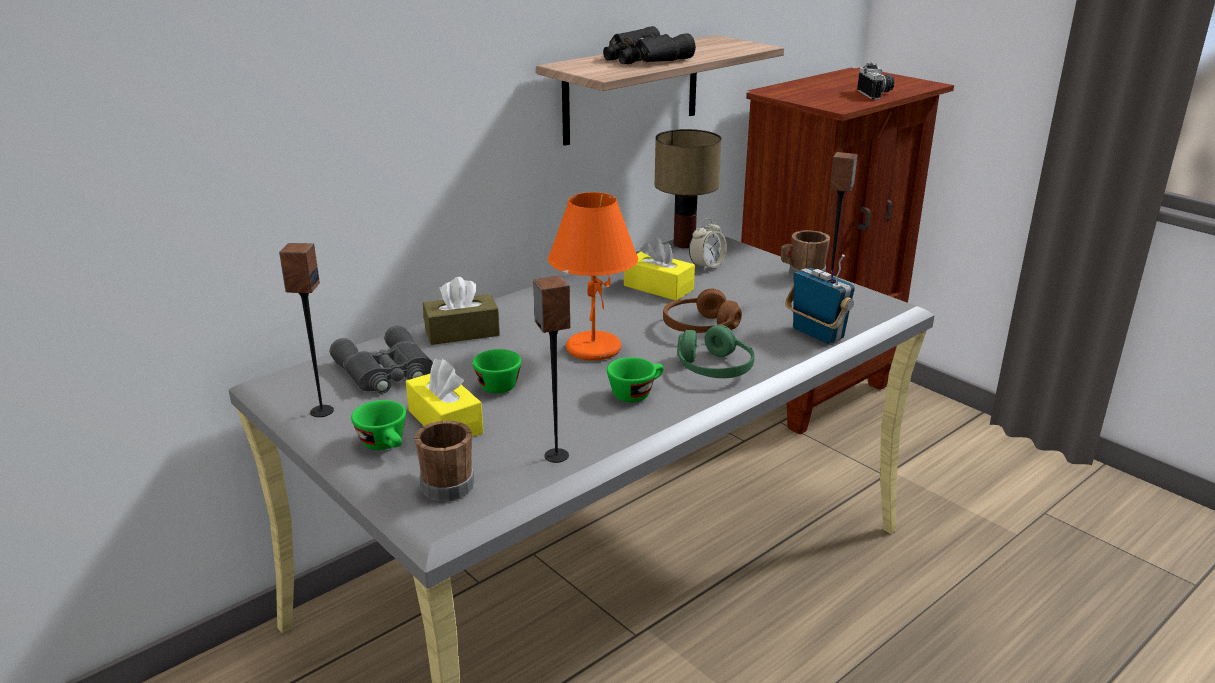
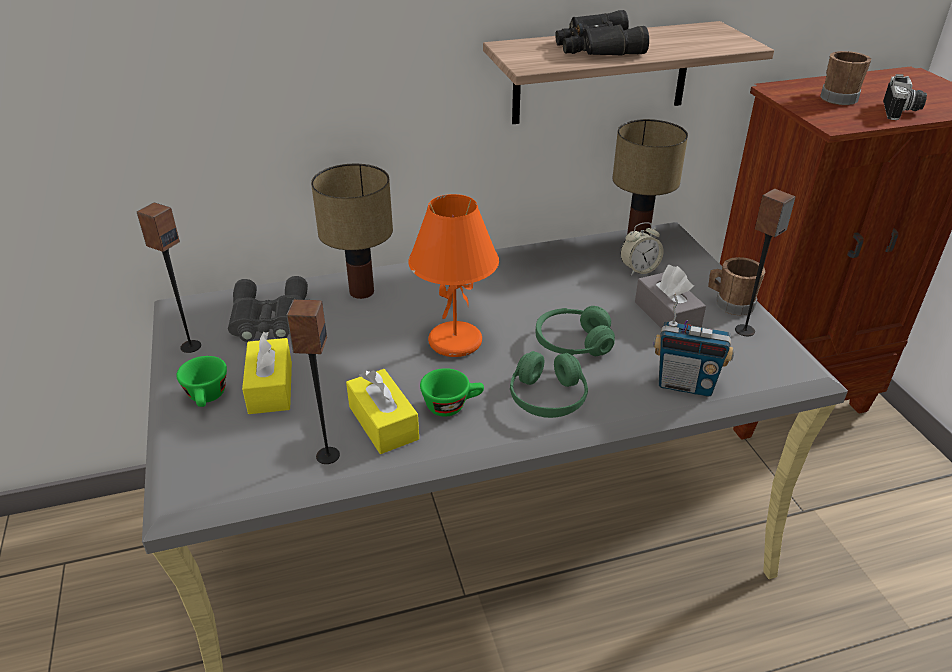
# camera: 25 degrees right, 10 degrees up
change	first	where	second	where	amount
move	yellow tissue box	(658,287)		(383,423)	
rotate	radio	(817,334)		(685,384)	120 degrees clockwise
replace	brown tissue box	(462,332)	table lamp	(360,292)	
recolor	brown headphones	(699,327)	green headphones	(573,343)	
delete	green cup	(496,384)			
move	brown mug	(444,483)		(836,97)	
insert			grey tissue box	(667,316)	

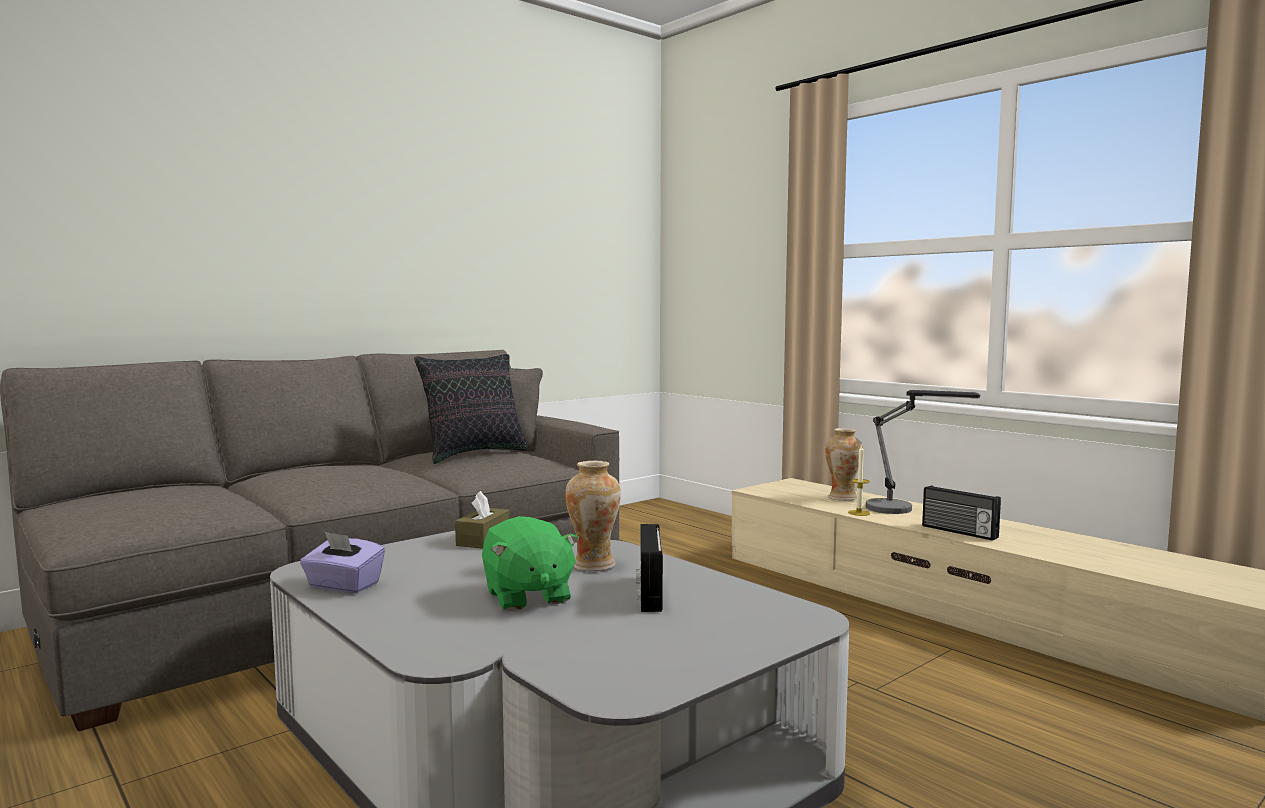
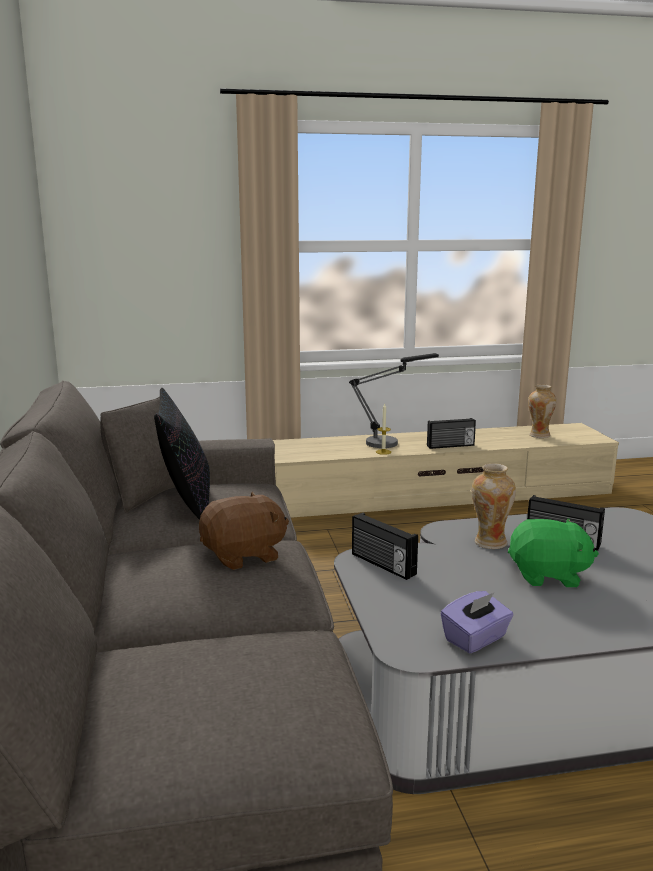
# camera: 60 degrees left, 10 degrees up
change	first	where	second	where	amount
move	vase	(842,498)		(539,435)	
replace	brown tissue box	(483,539)	radio	(382,564)	
insert			brown plush toy	(244,556)	

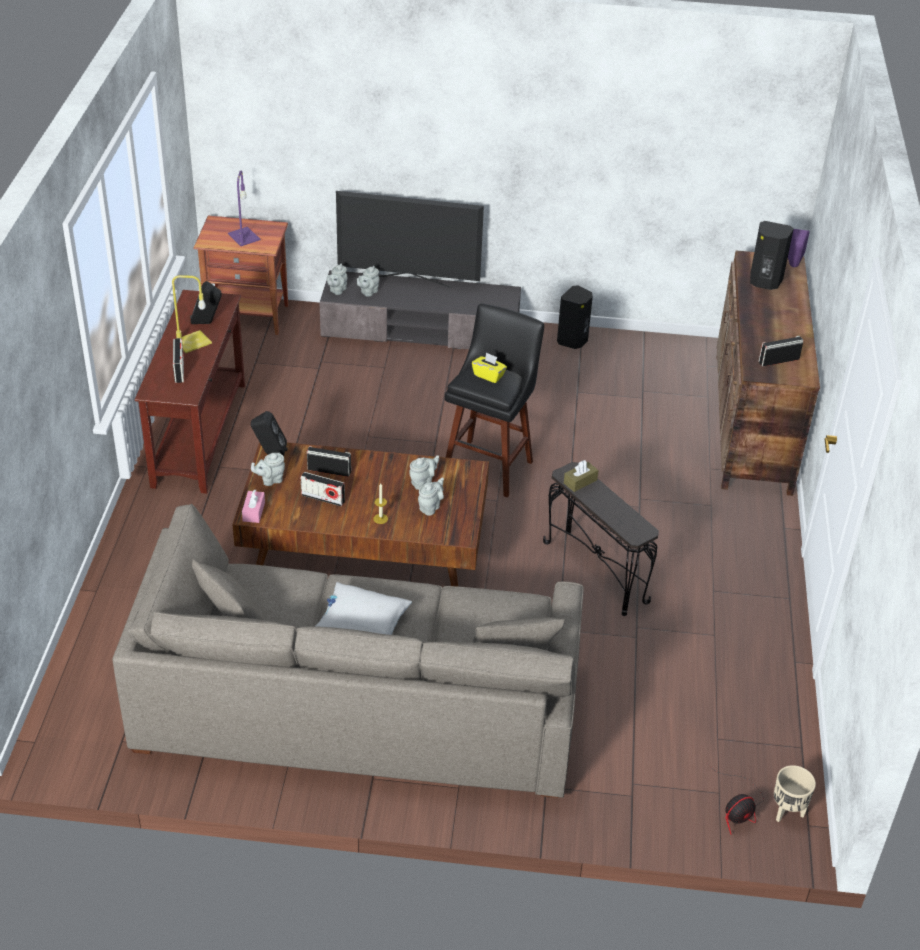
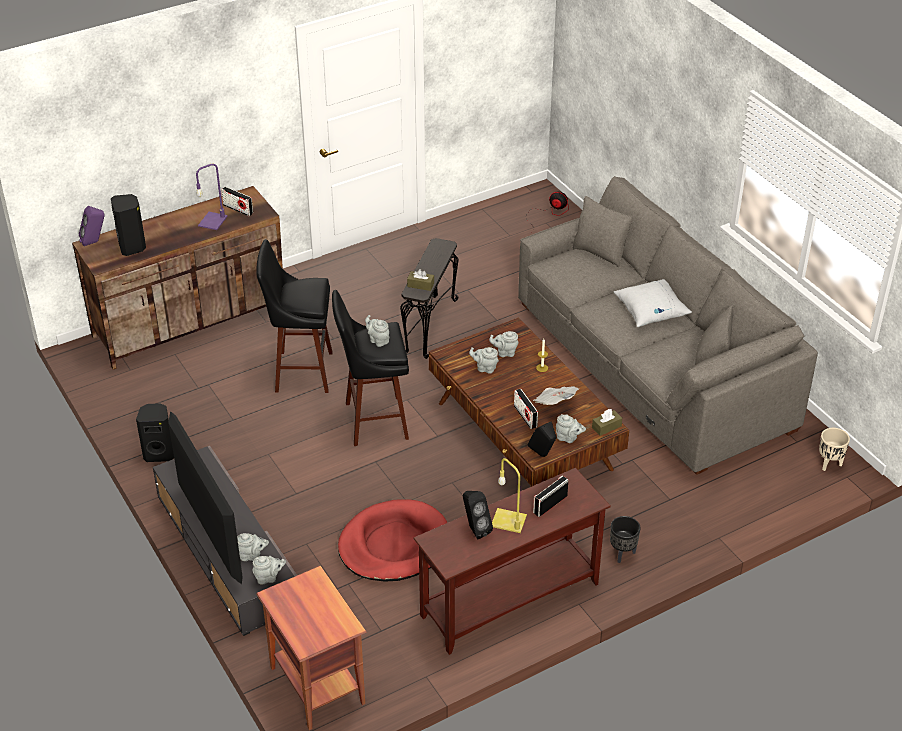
# camera: 125 degrees left, 0 degrees up
change	first	where	second	where	amount
move	purple table lamp	(244,237)		(212,220)	
replace	yellow tissue box	(488,375)	grey teapot	(378,340)	
replace	radio	(323,498)	newspaper	(555,403)	
recolor	pink tissue box	(253,511)	brown tissue box	(606,427)	
move	beige planter	(786,812)		(829,464)	
insert			black stool	(300,371)	
insert			red dog bed	(394,545)	
insert			black planter	(622,554)	

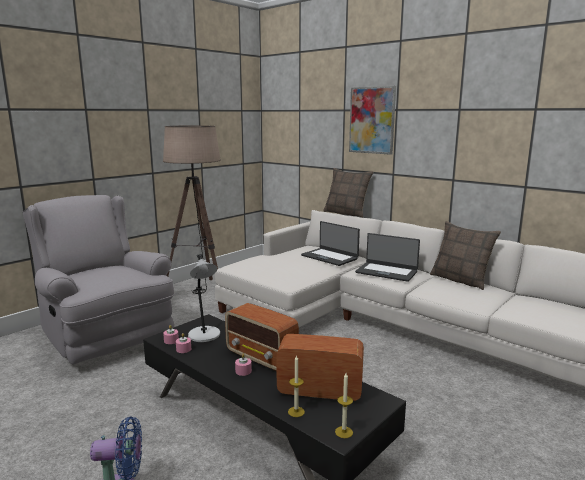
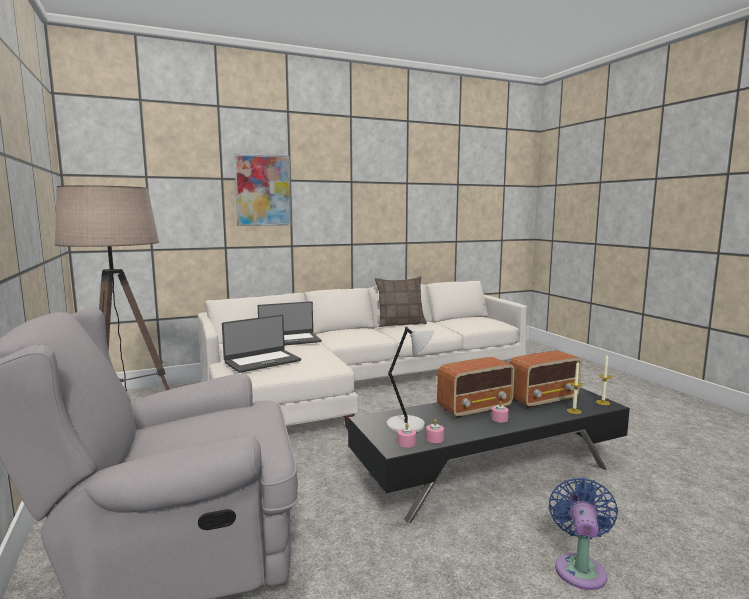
# camera: 65 degrees left, 5 degrees down
change	first	where	second	where	amount
delete	pillow	(346,213)			
move	laptop	(386,272)		(262,361)	
rotate	radio	(319,390)		(543,399)	150 degrees counterclockwise

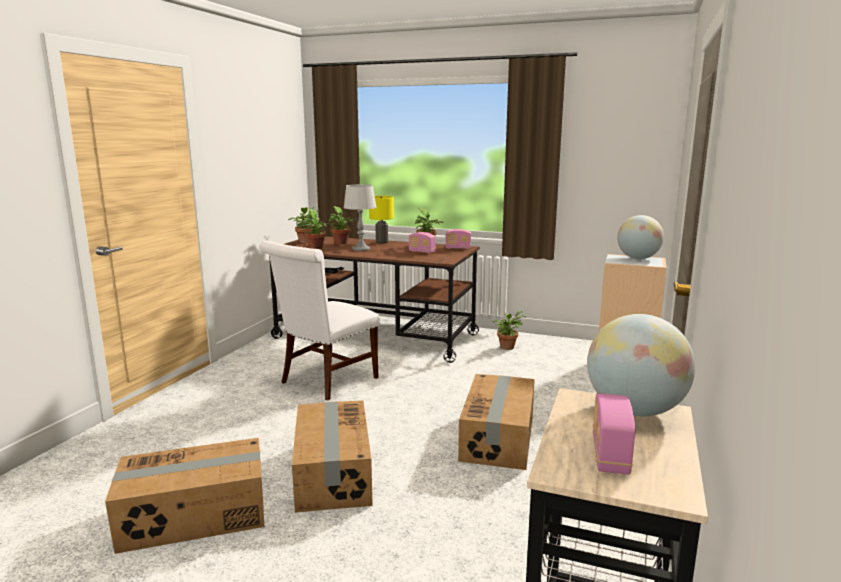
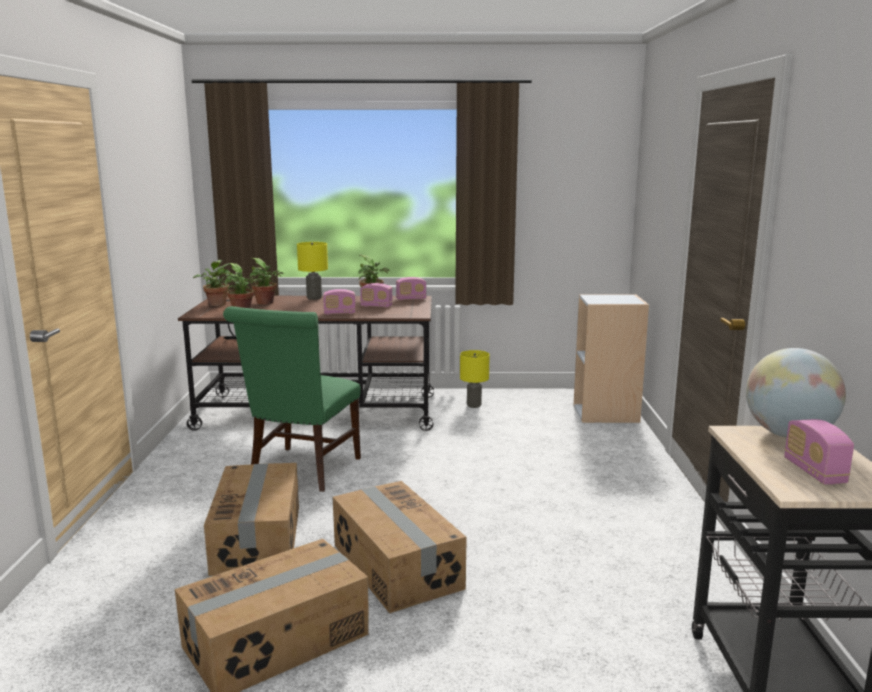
# camera: 20 degrees left, 0 degrees up
change	first	where	second	where	amount
delete	grey table lamp	(361,249)			
delete	globe	(638,258)			
recolor	white chair	(325,382)	green chair	(302,471)	
replace	potted plant	(507,347)	yellow table lamp	(474,406)	
move	cardboard box	(499,437)		(258,538)	
insert			radio	(339,313)	

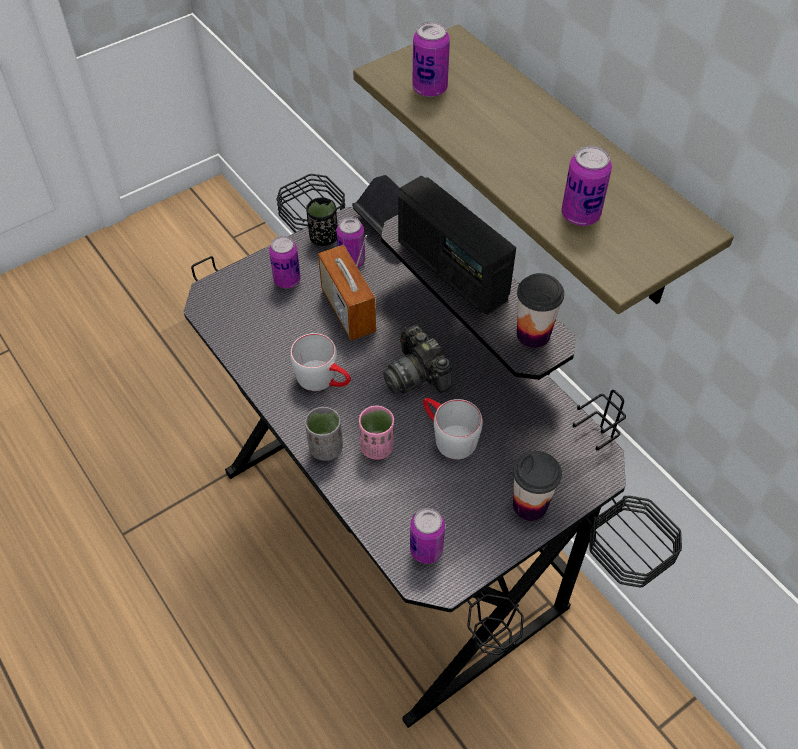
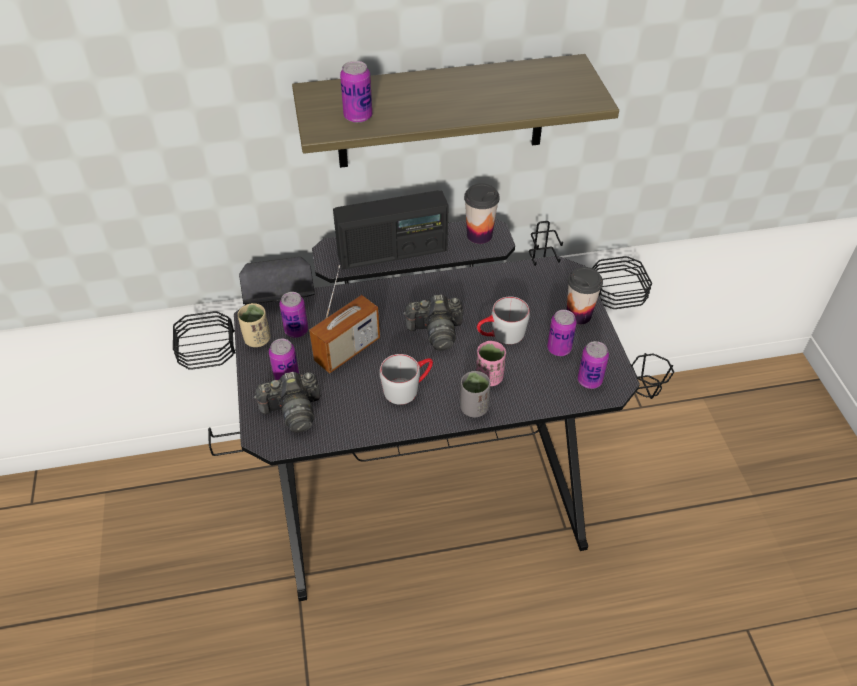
# camera: 65 degrees left, 5 degrees down
change	first	where	second	where	amount
move	can	(580,215)		(559,348)	
recolor	black cup	(323,238)	beige cup	(257,339)	
rotate	radio	(348,311)		(347,350)	45 degrees counterclockwise
insert			photo camera	(293,411)	

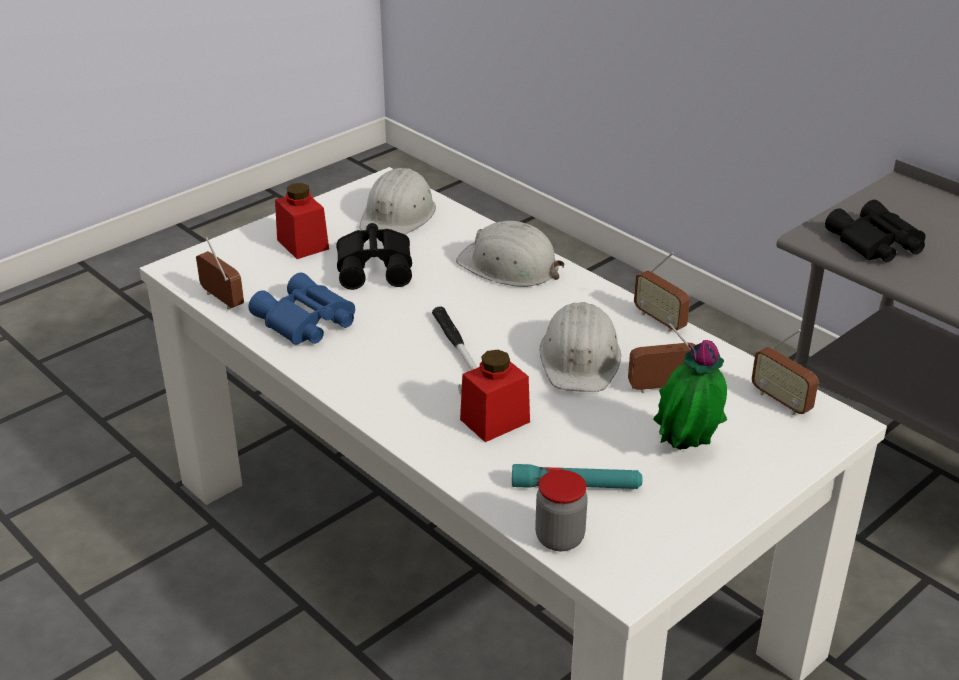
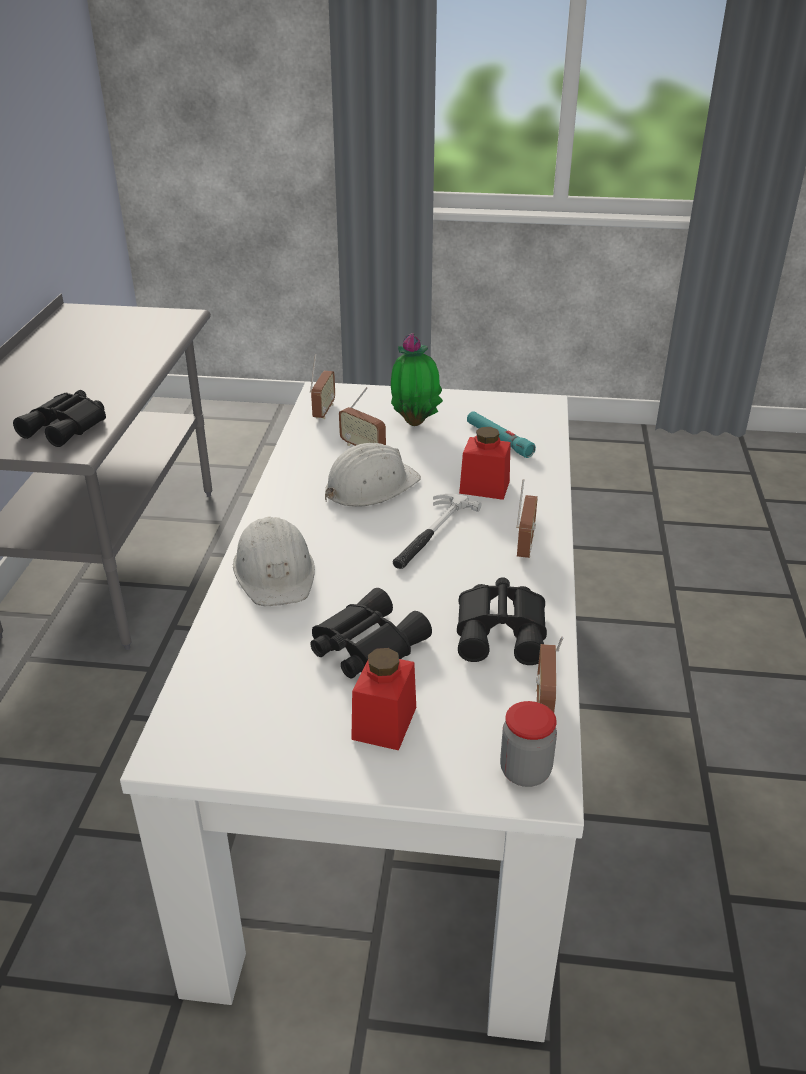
# camera: 130 degrees left, 0 degrees up
change	first	where	second	where	amount
delete	white hard hat	(398,215)			
move	radio	(660,320)		(524,545)	
recolor	blue binoculars	(305,322)	black binoculars	(503,631)	
move	jar	(559,538)		(525,771)	

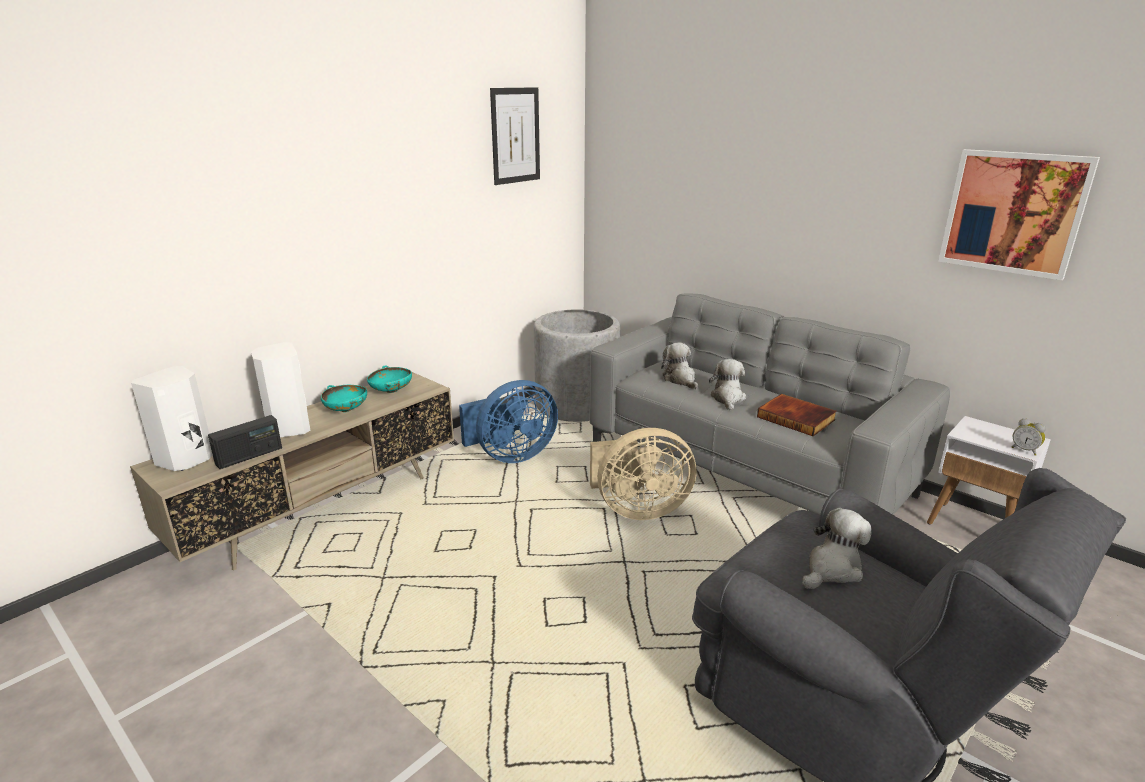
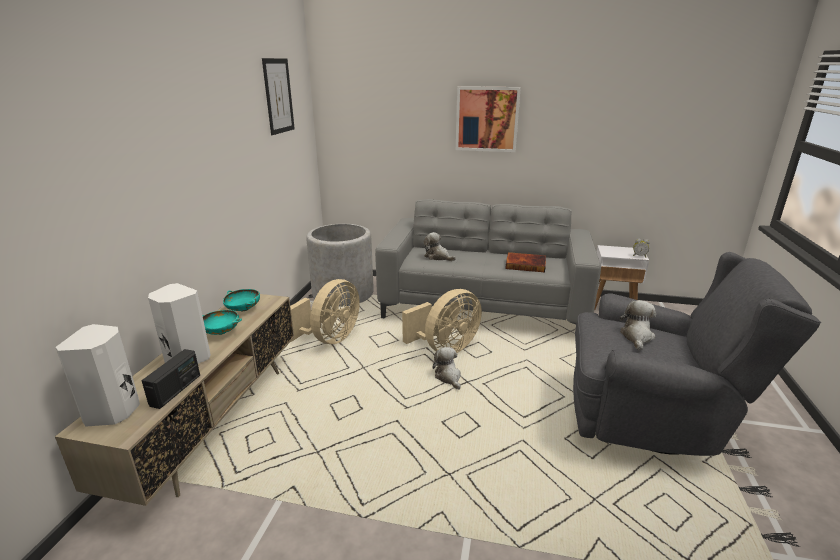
# camera: 30 degrees left, 0 degrees up
change	first	where	second	where	amount
move	picture	(1013,212)		(487,119)	
move	plush toy	(727,398)		(448,377)	
recolor	blue fan	(511,455)	beige fan	(330,339)	

